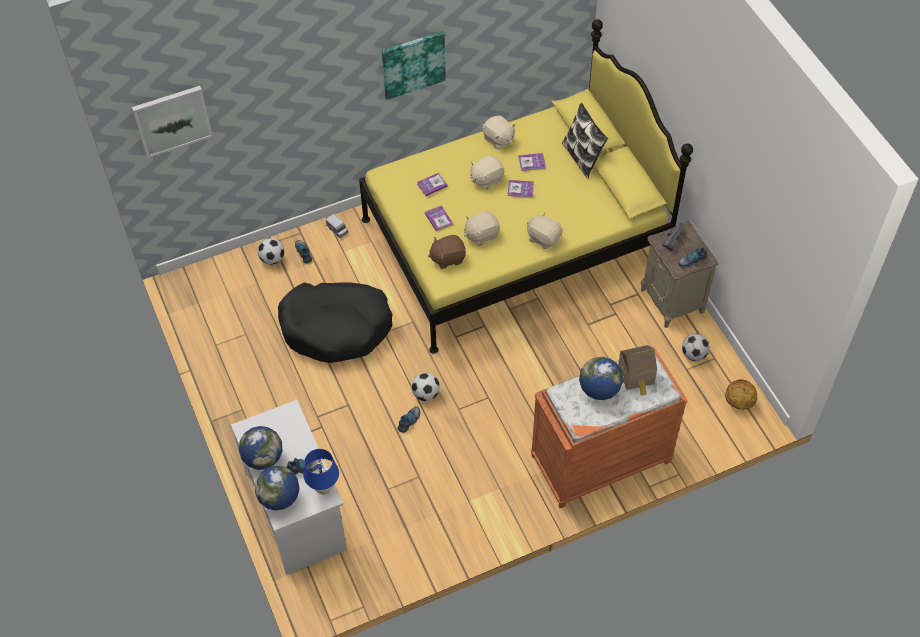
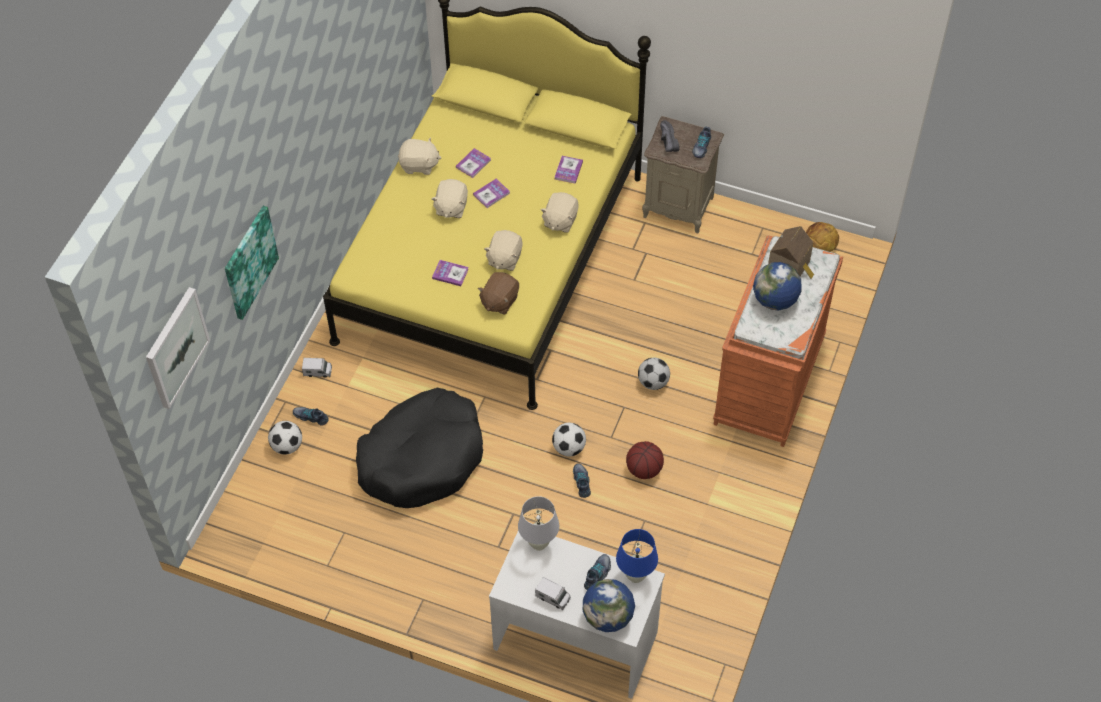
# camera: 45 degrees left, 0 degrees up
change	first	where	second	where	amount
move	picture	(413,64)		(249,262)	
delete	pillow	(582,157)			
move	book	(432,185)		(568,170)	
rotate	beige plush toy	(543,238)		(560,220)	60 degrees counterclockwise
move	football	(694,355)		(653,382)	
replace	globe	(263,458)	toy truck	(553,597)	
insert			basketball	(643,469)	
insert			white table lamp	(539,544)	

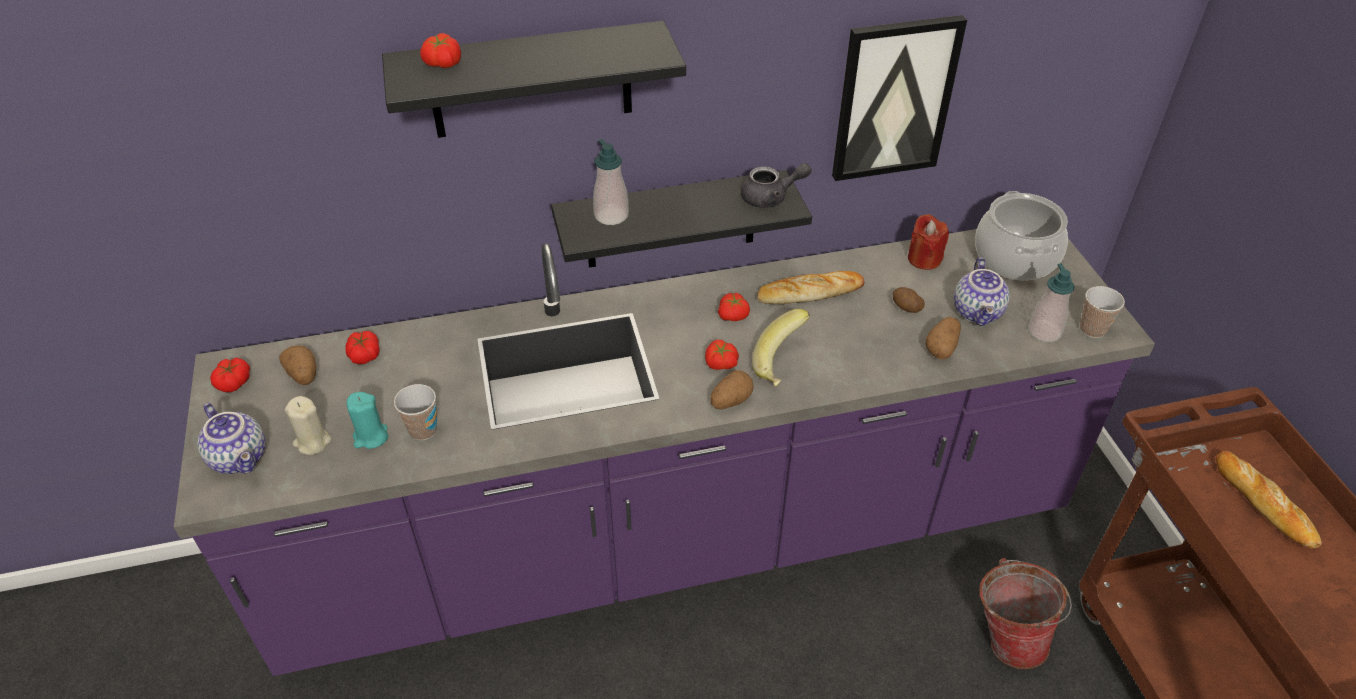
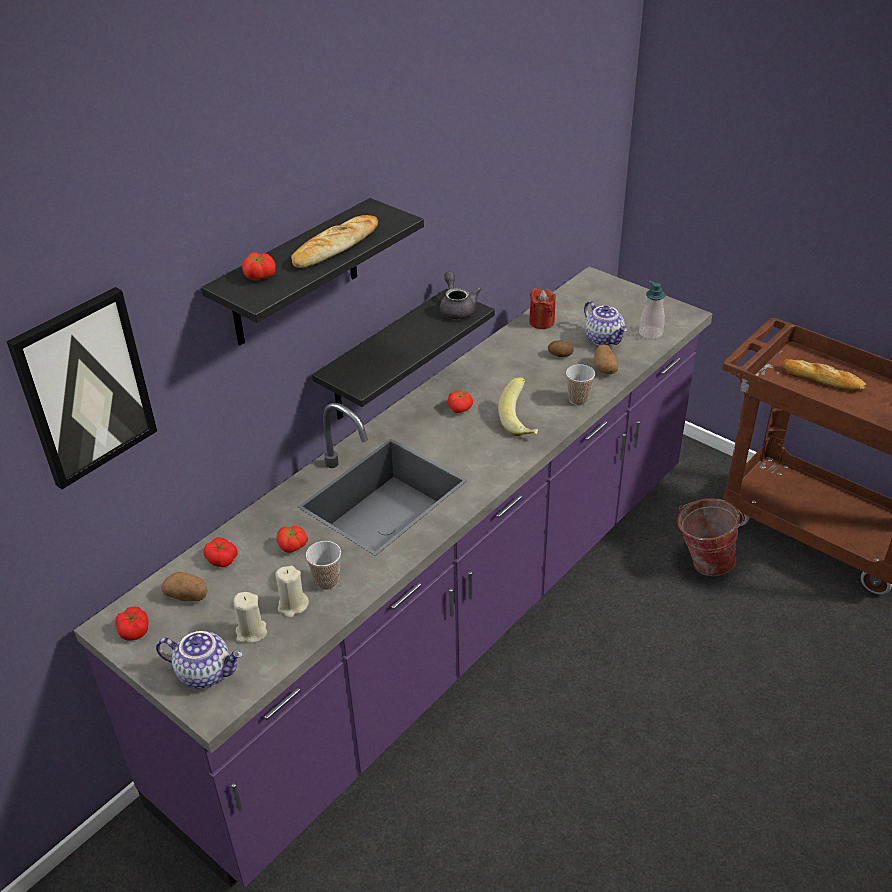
# camera: 35 degrees left, 5 degrees down
change	first	where	second	where	amount
move	picture	(894,99)		(84,388)	
delete	soap dispenser	(611,215)			
rotate	grey teapot	(771,198)		(457,308)	60 degrees counterclockwise
delete	cooking pot	(1014,257)			
move	bread	(809,293)		(335,247)	
move	cup	(1092,329)		(578,399)	
move	tomato	(720,364)		(292,546)	
delete	potato	(730,400)			
recolor	turquoise candle	(370,437)	beige candle	(292,605)	

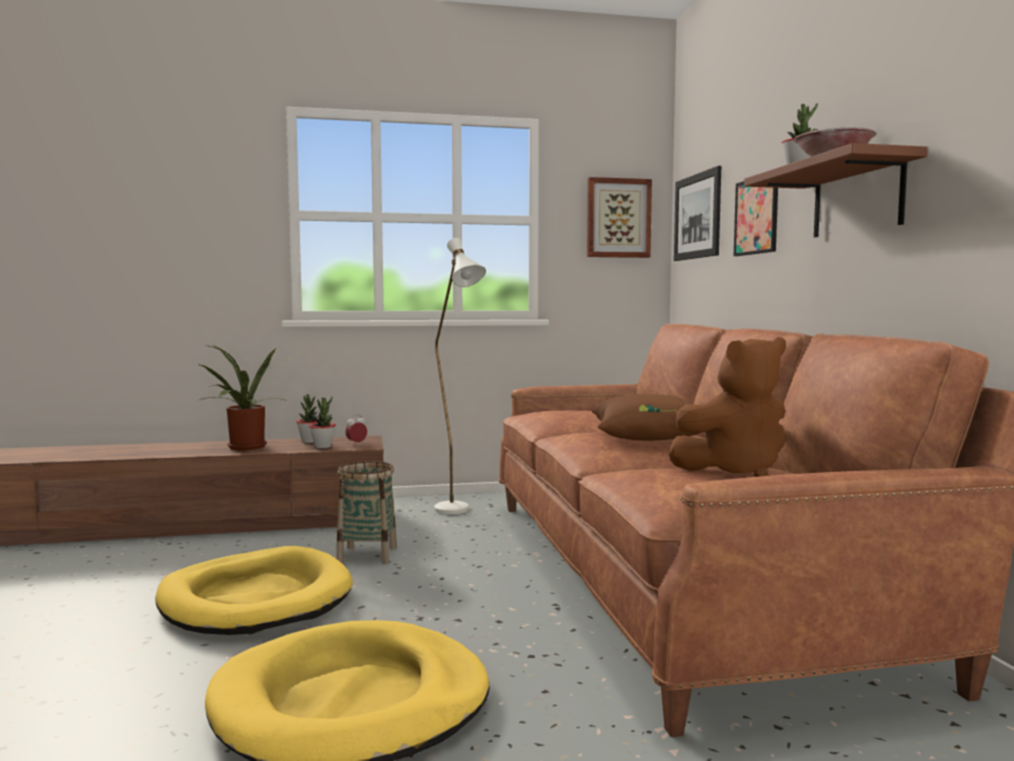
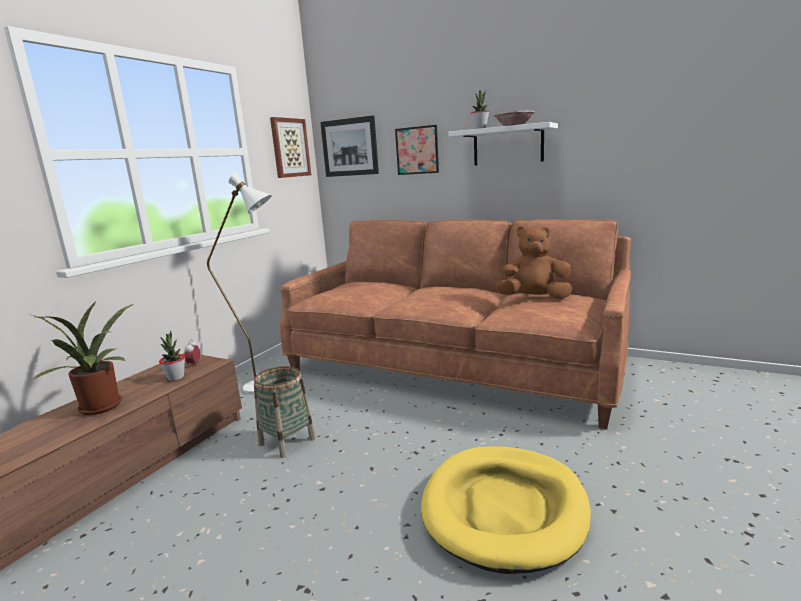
# camera: 50 degrees left, 10 degrees up
change	first	where	second	where	amount
recolor	brown shelf	(857,198)	white shelf	(508,145)	
rotate	brown plush toy	(733,470)		(534,298)	105 degrees counterclockwise
delete	potted plant	(309,441)			
delete	brown pillow	(649,438)			
delete	yellow dog bed	(256,599)			

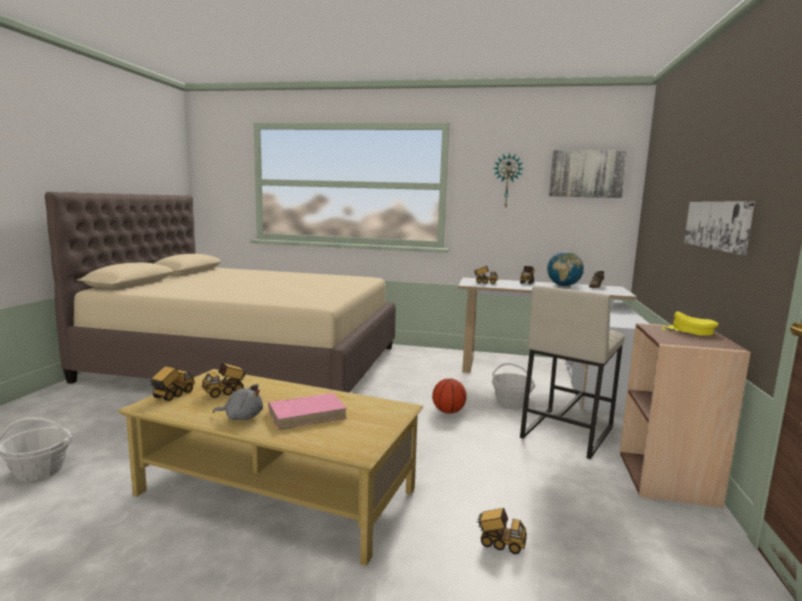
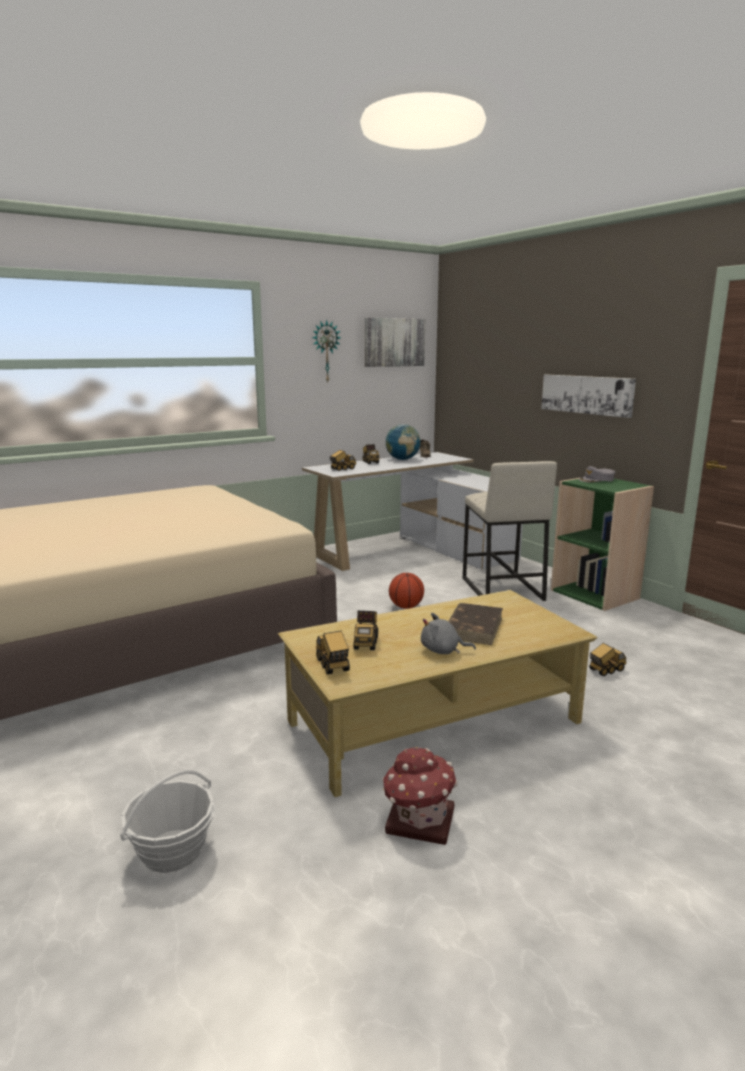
# camera: 45 degrees left, 5 degrees up
change	first	where	second	where	amount
recolor	yellow cap	(688,331)	grey cap	(597,480)	
recolor	brown bookcase	(668,478)	green bookcase	(596,594)	
delete	basket	(511,402)			
rotate	grey plush toy	(242,417)		(443,651)	135 degrees counterclockwise
recolor	pink book	(307,414)	brown book	(473,627)	
insert			toy house	(418,821)	

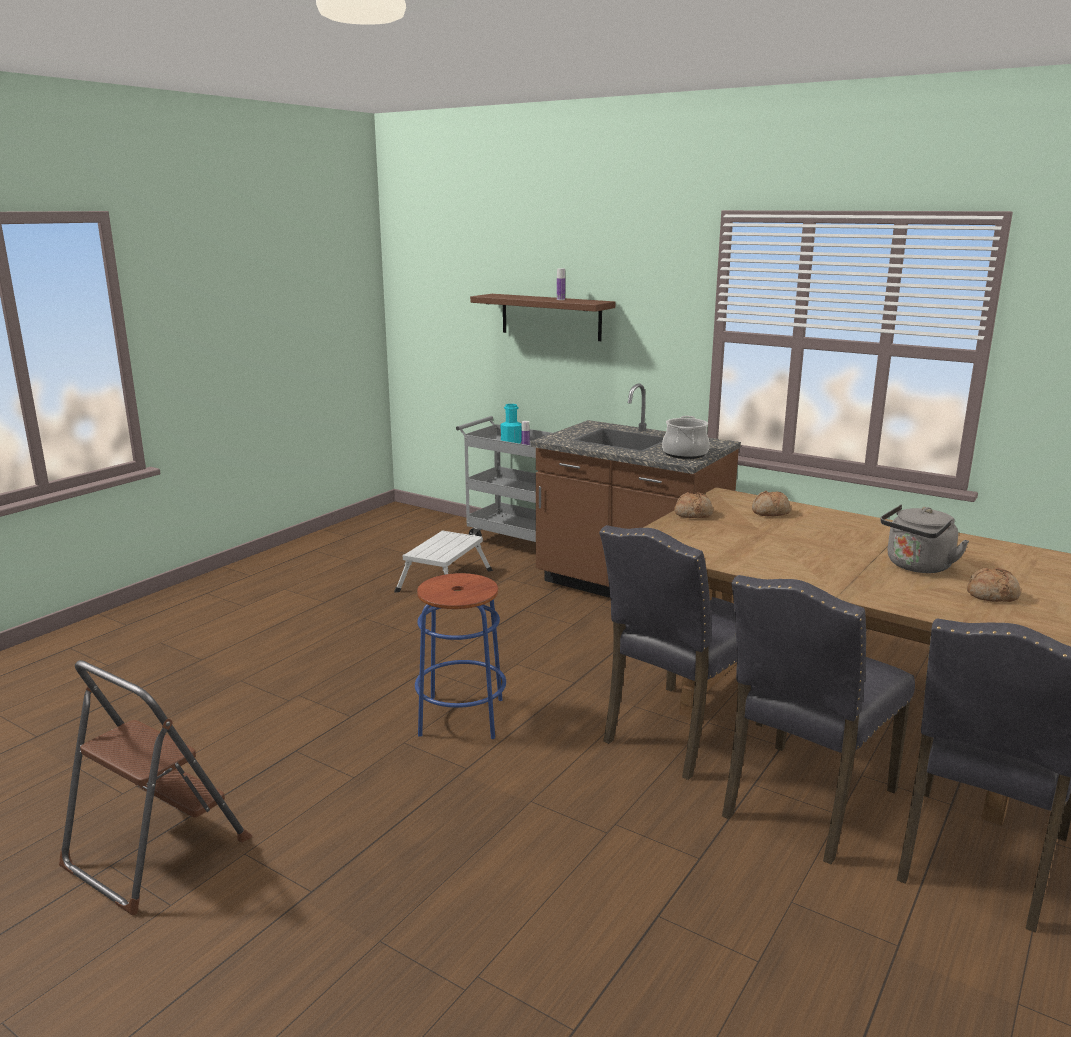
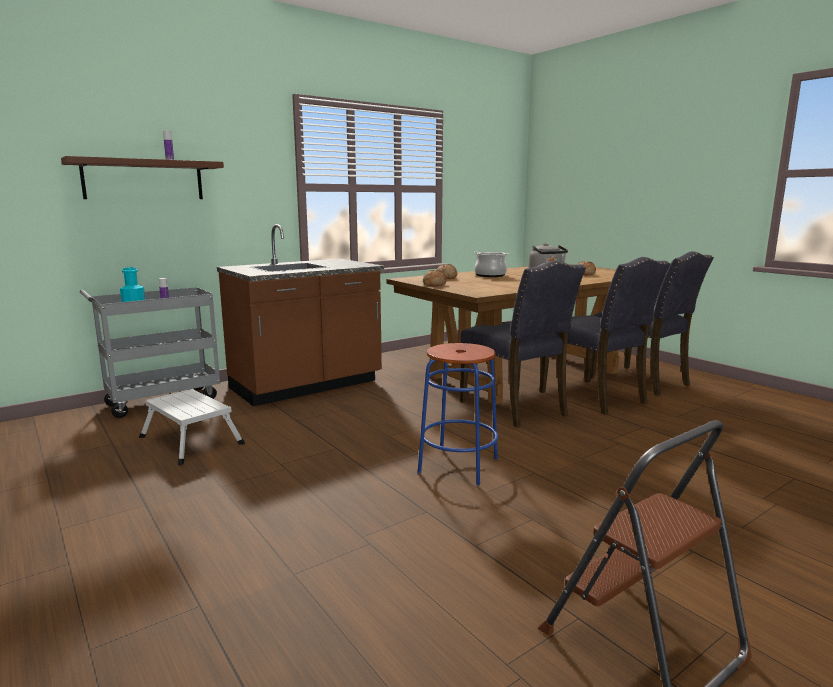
# camera: 70 degrees left, 5 degrees down
change	first	where	second	where	amount
move	cooking pot	(685,454)		(490,275)	

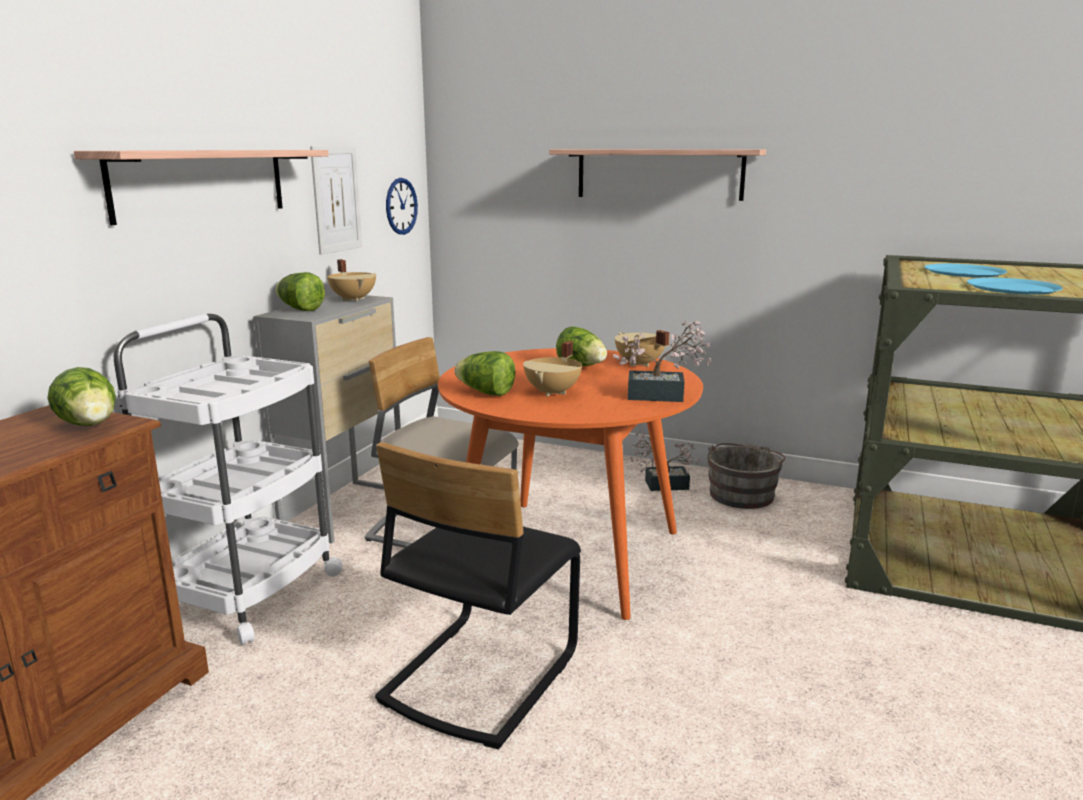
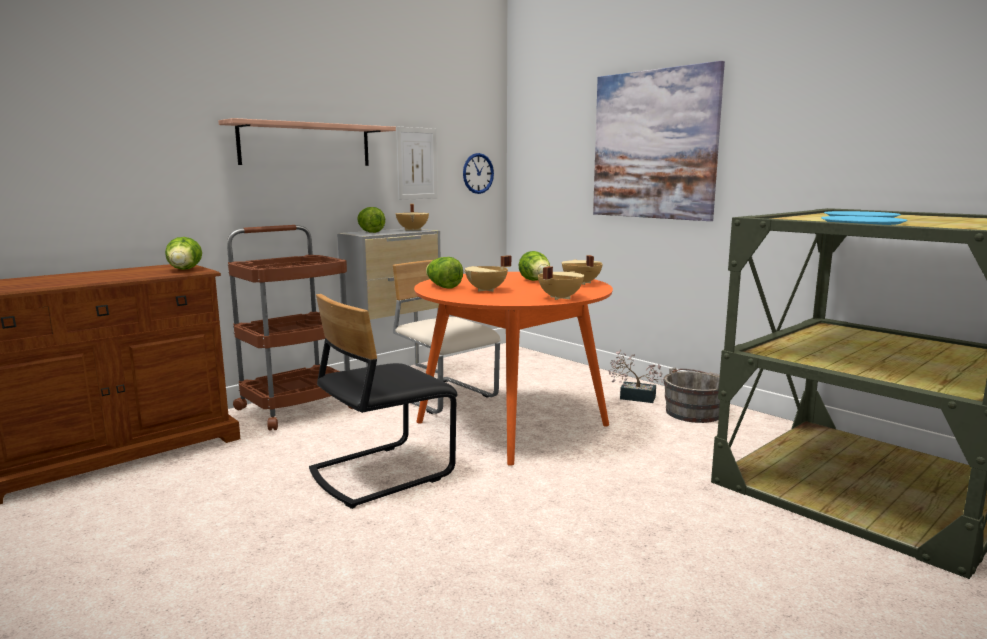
# camera: 25 degrees right, 5 degrees down
change	first	where	second	where	amount
replace	shelf	(659,174)	picture	(654,145)	
recolor	white cart	(249,594)	brown cart	(297,408)	
replace	potted plant	(663,396)	beige cooking pot	(559,298)	

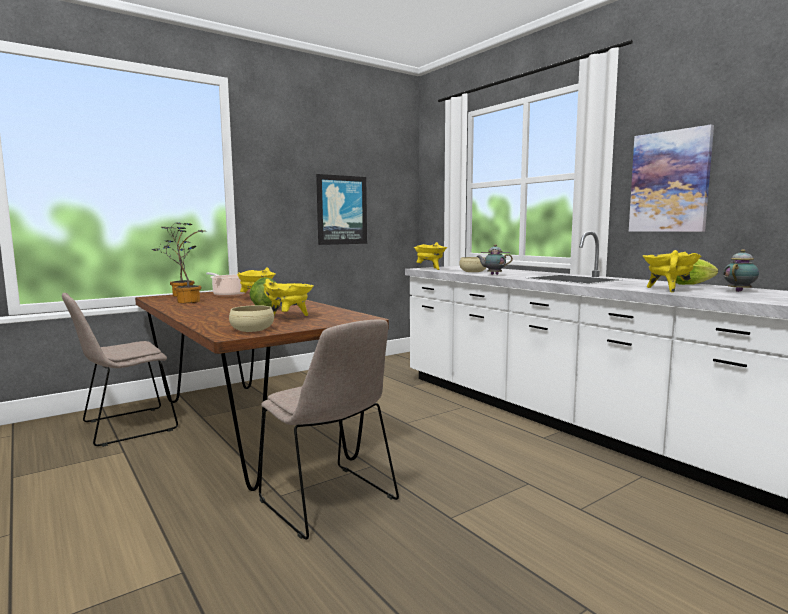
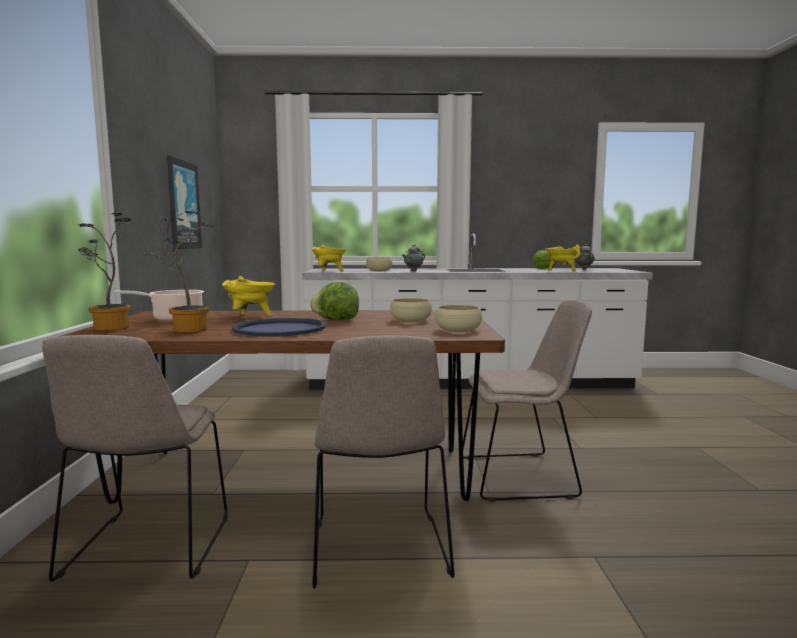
# camera: 55 degrees left, 0 degrees up
change	first	where	second	where	amount
delete	picture	(669,182)			
replace	yellow cooking pot	(288,318)	beige bowl	(410,320)	
insert			blue tray	(280,329)	
insert			beige chair	(379,552)	

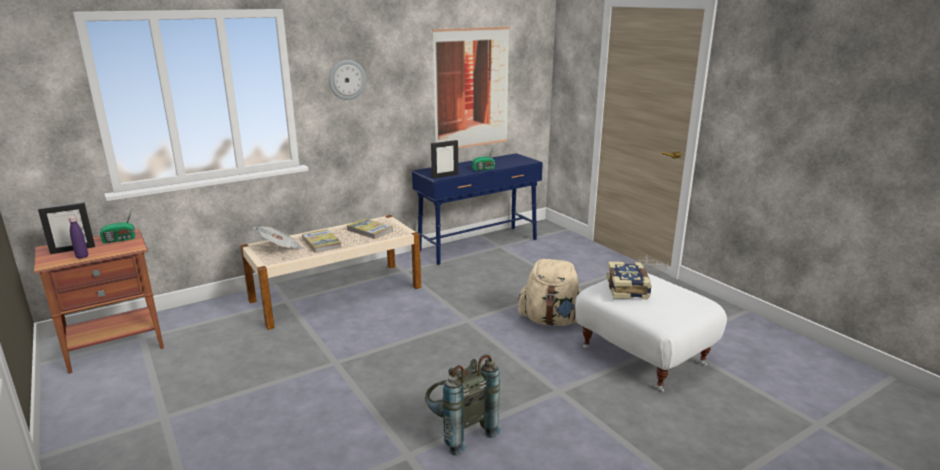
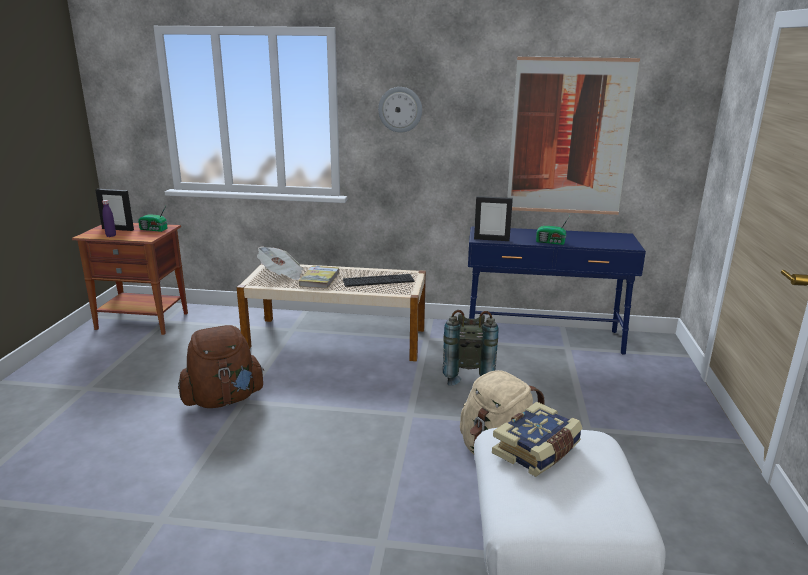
# camera: 40 degrees right, 0 degrees up
change	first	where	second	where	amount
replace	book	(370,231)	keyboard	(378,280)	
move	grey backpack	(458,431)		(467,375)	
insert			brown backpack	(223,399)	

